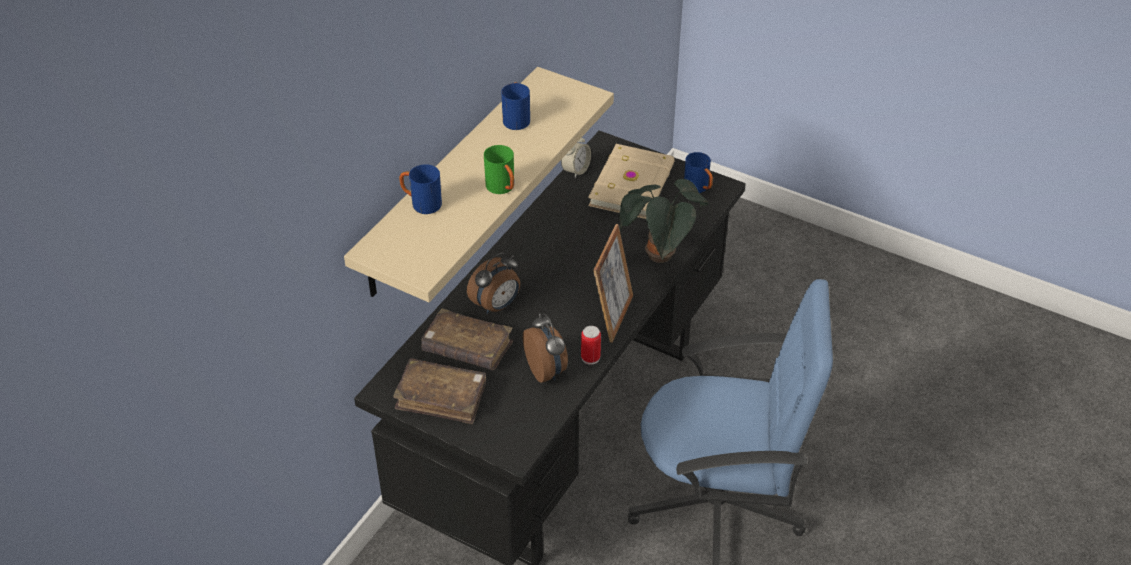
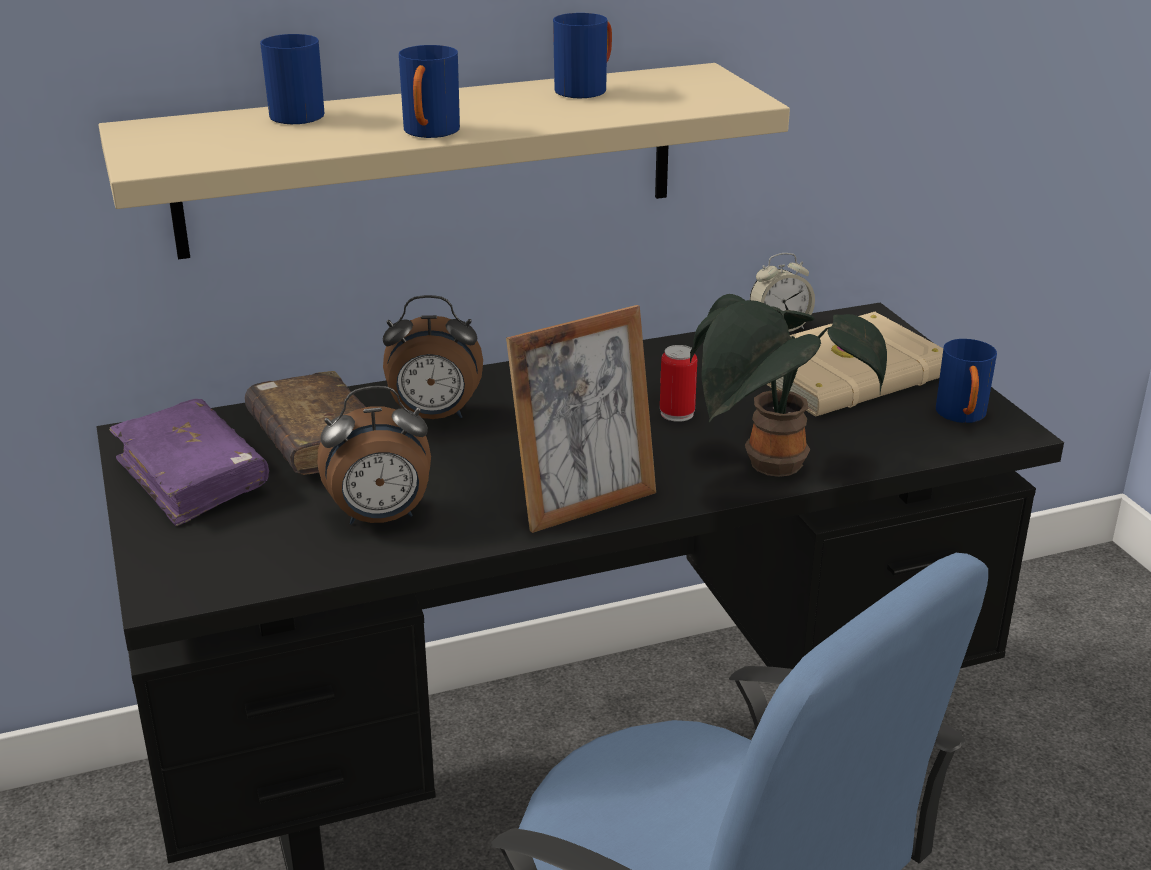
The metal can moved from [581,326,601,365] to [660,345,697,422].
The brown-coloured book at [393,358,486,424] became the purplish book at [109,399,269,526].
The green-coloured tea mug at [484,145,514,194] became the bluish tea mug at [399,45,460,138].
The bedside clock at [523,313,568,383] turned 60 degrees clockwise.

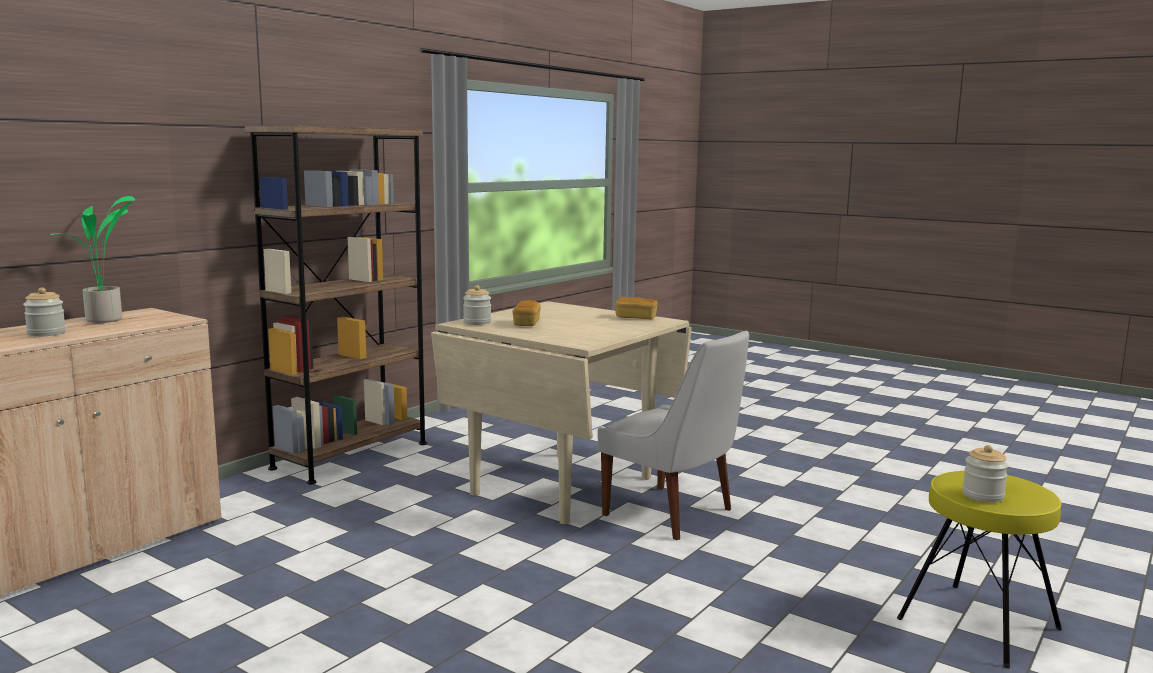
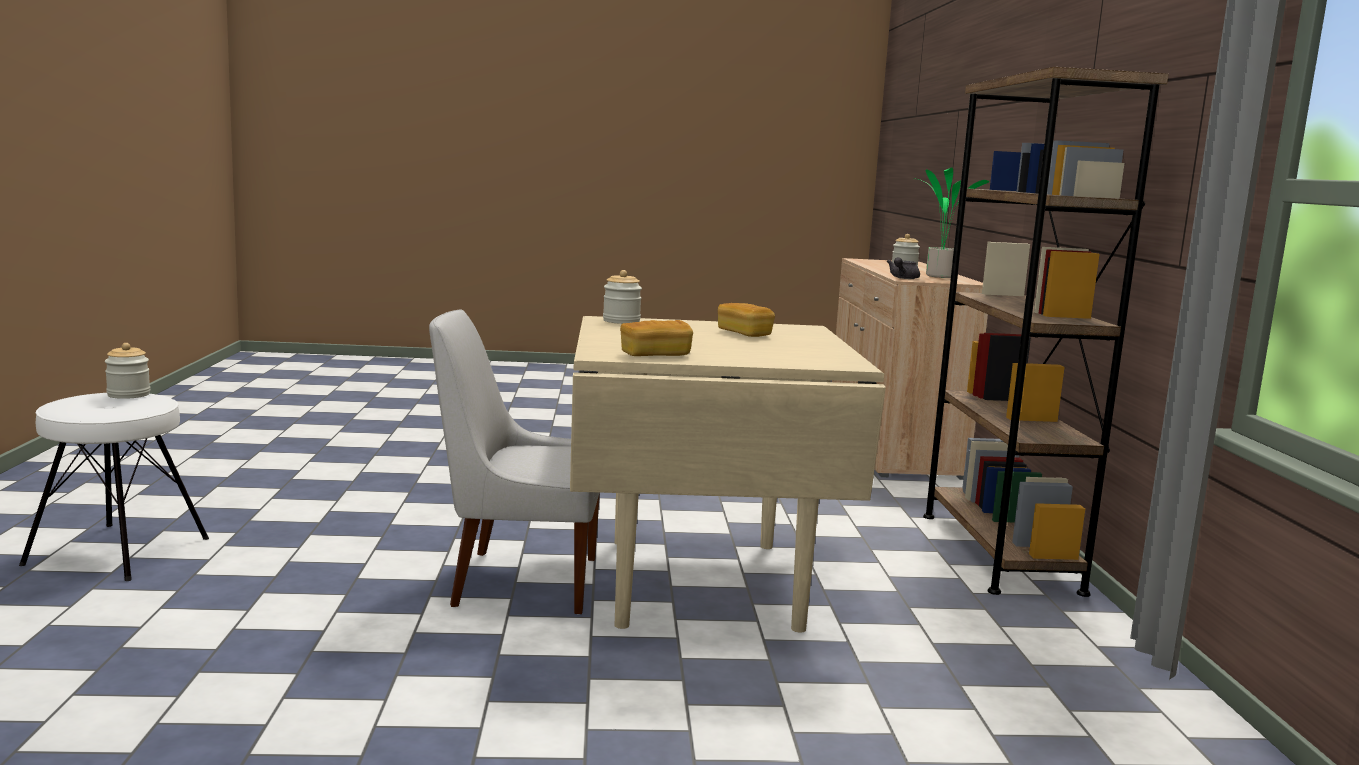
The greyish pot for tea at [887,257,920,279] appeared.
The storage jar moved from [463,285,491,325] to [603,270,642,324].
The yellow-coloured stool at [897,471,1062,669] became the white-coloured stool at [19,393,209,581].

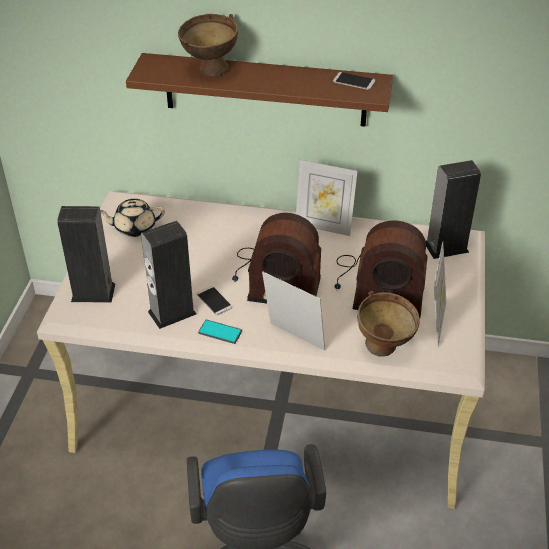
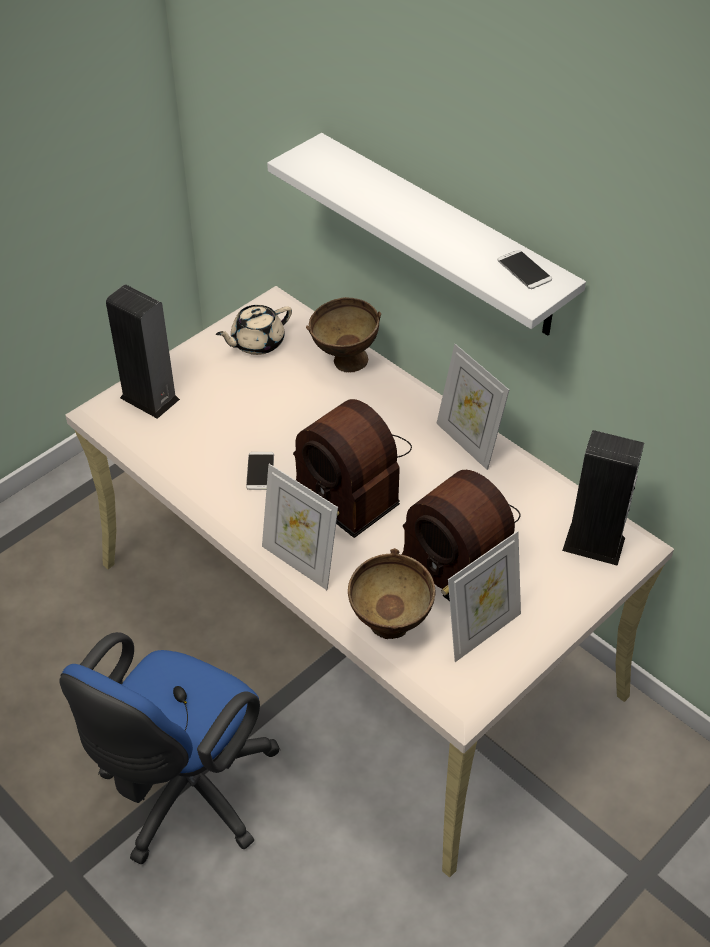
The audio speaker at [141,221,197,329] disappeared.
The phone at [198,320,242,344] disappeared.
The brown-coloured serving bowl moved from [178,14,238,77] to [306,297,381,373].
The brown-coloured bracket shelf at [126,53,393,127] became the white-coloured bracket shelf at [267,133,586,336].
The beige-coloured pot for tea at [100,199,165,237] turned 60 degrees counterclockwise.
The photo frame at [262,271,325,351] turned 150 degrees clockwise.

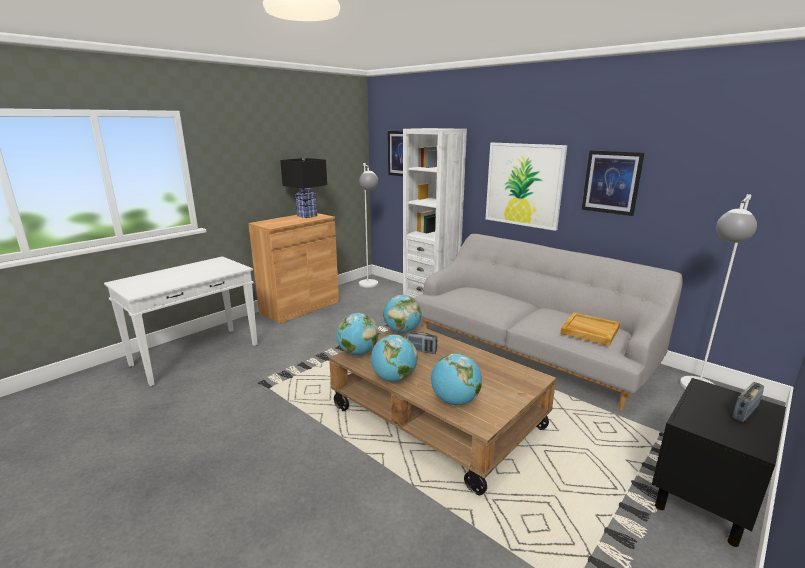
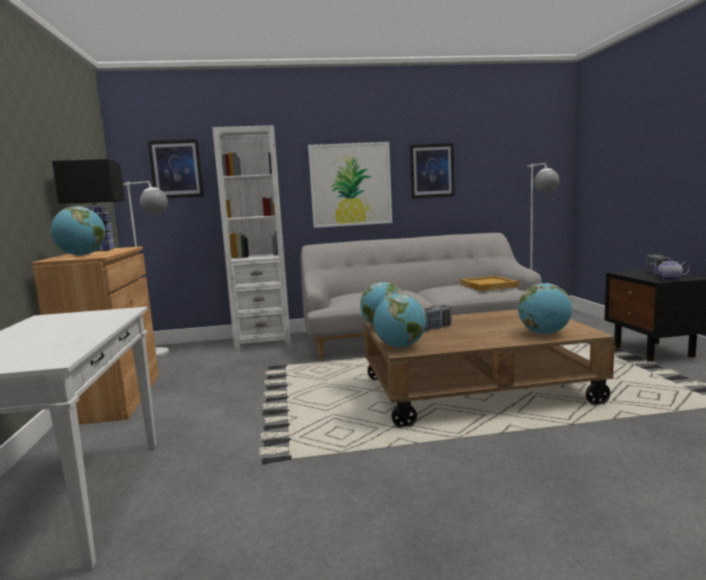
The pot for tea at [650,258,690,281] appeared.
The world globe moved from [371,334,417,382] to [51,206,105,256].

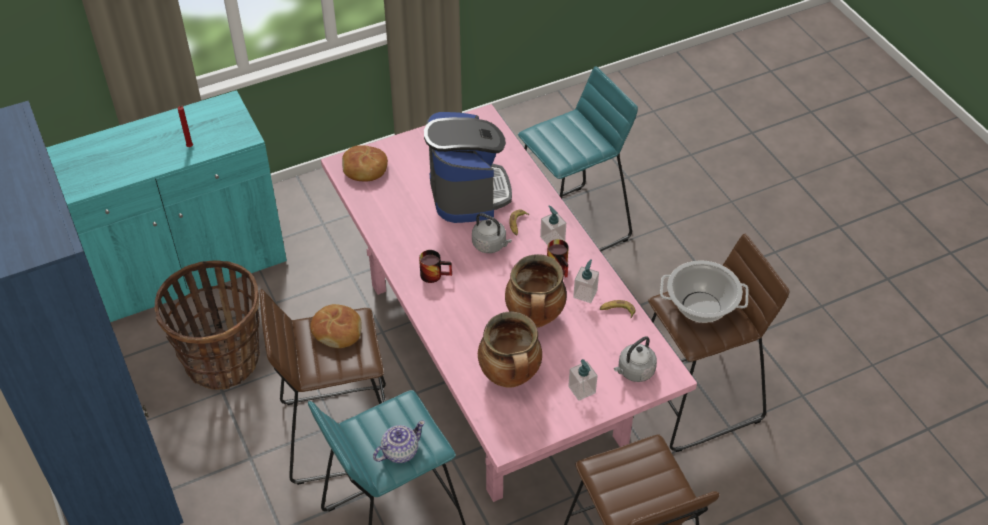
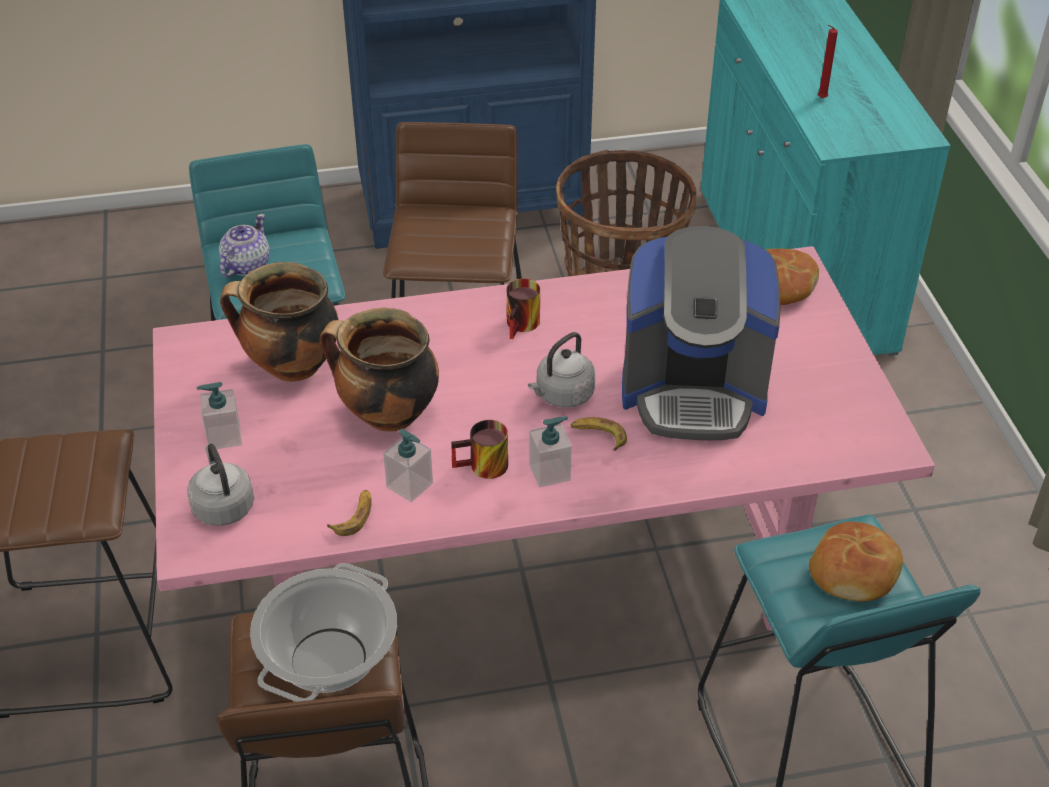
The bread moved from [310,304,362,348] to [809,522,903,601].
The pot for tea at [373,421,425,463] turned 135 degrees counterclockwise.

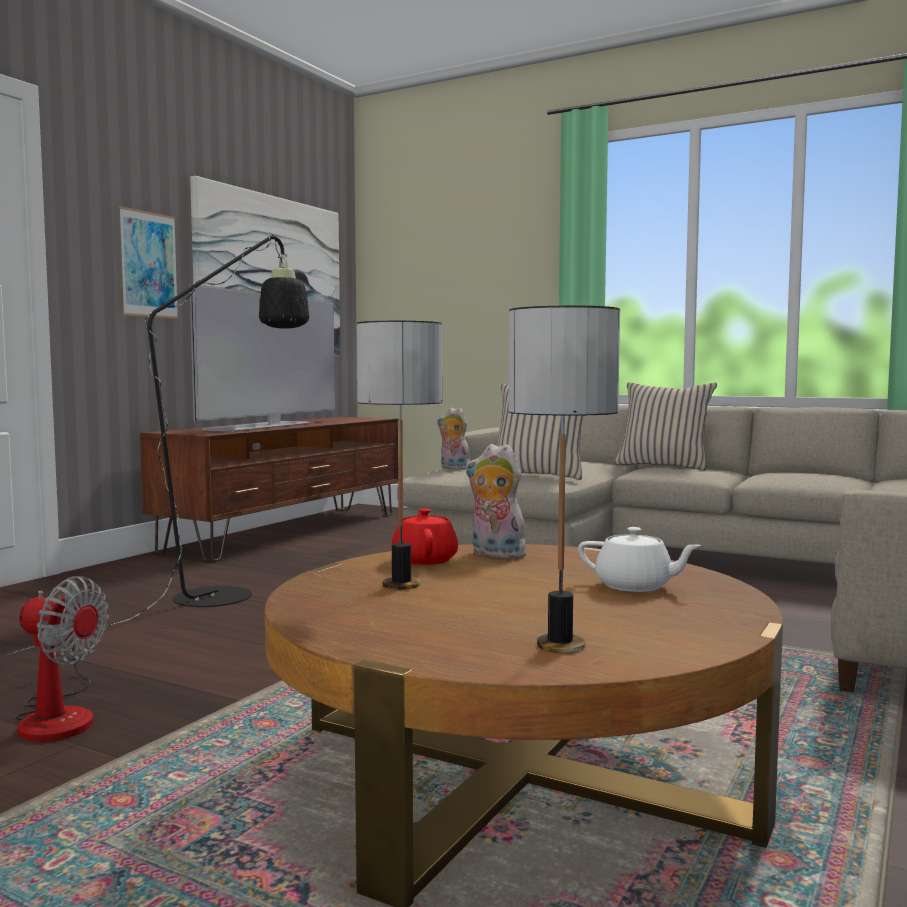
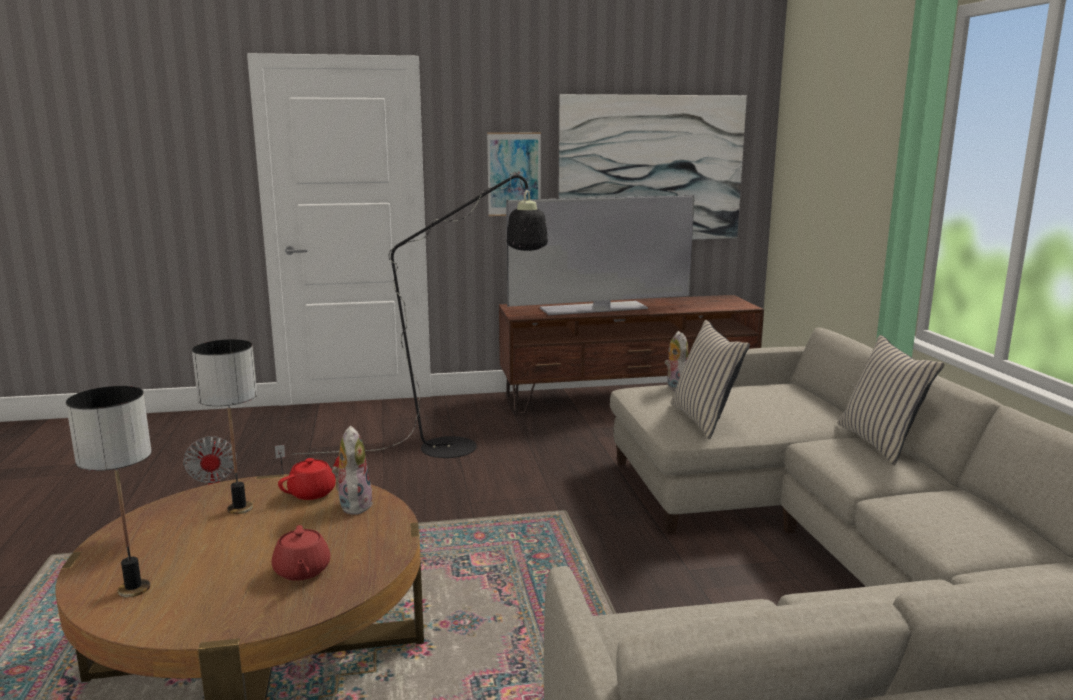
The white-coloured pot for tea at [578,527,702,592] became the red pot for tea at [272,525,331,581].

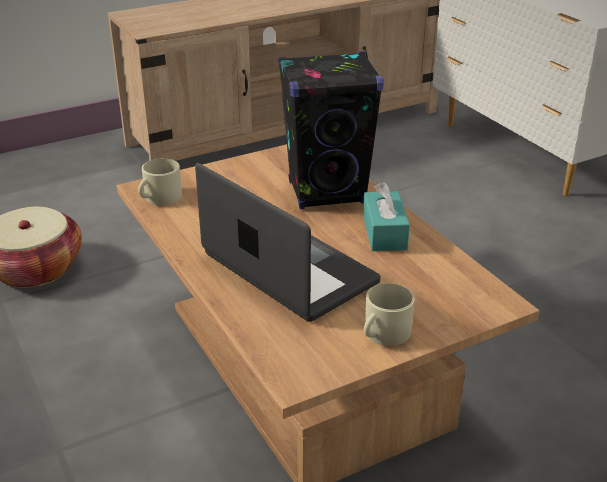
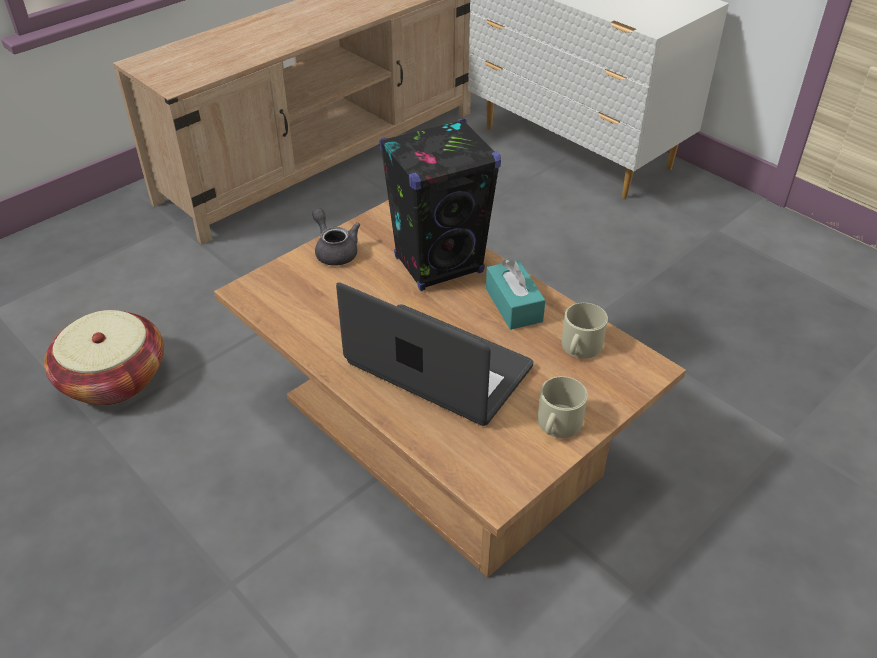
The greyish pot for tea at [312,208,360,266] appeared.
The beige-coloured tea mug moved from [138,158,182,205] to [562,303,608,358].

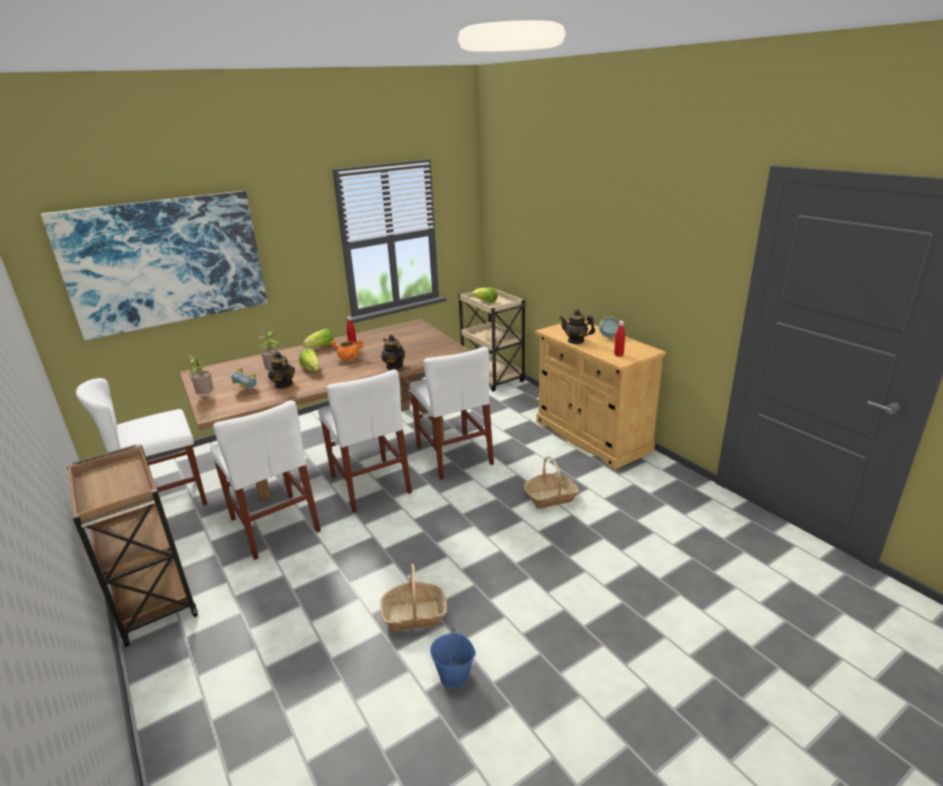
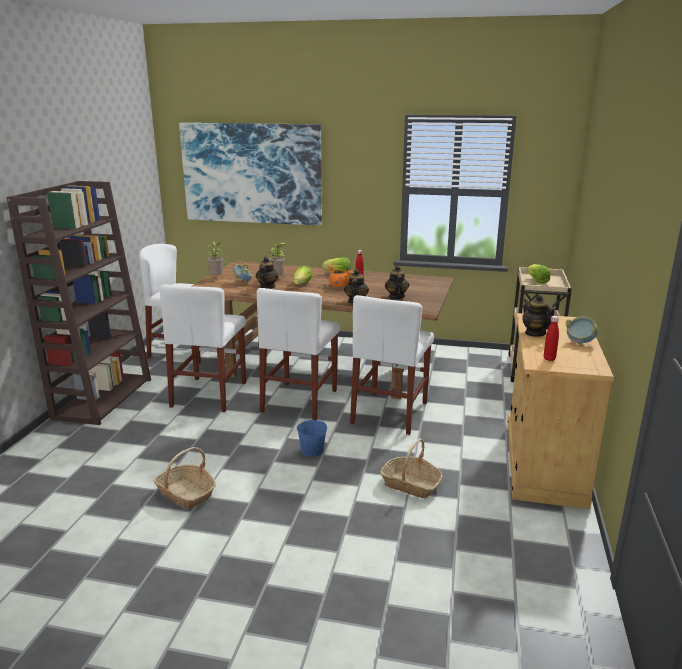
The pot for tea at [385,265,409,299] appeared.
The bluish bucket moved from [430,628,476,688] to [297,411,327,457].
The brown-coloured trolley at [67,444,198,647] was replaced by the brown-coloured bookshelf at [7,181,151,425].

